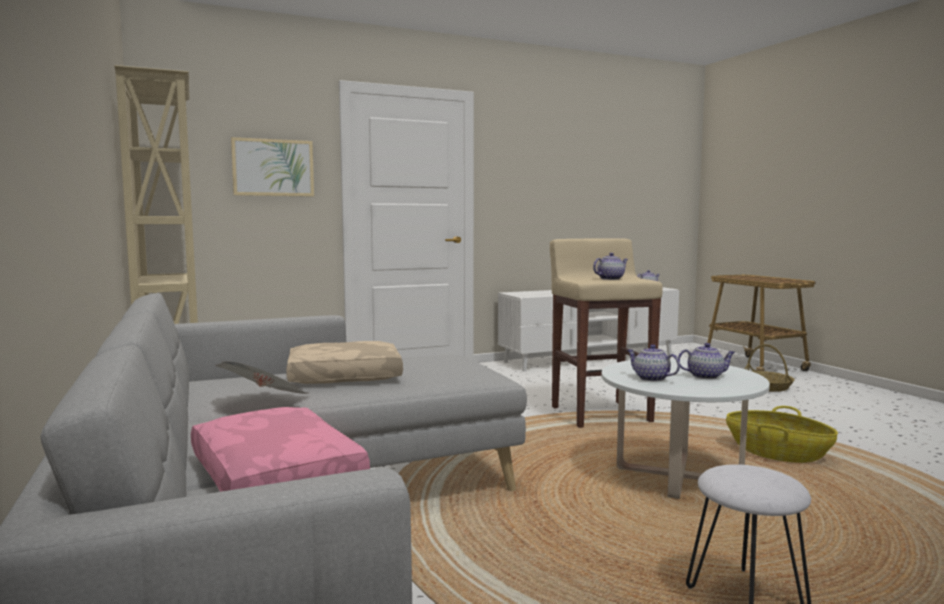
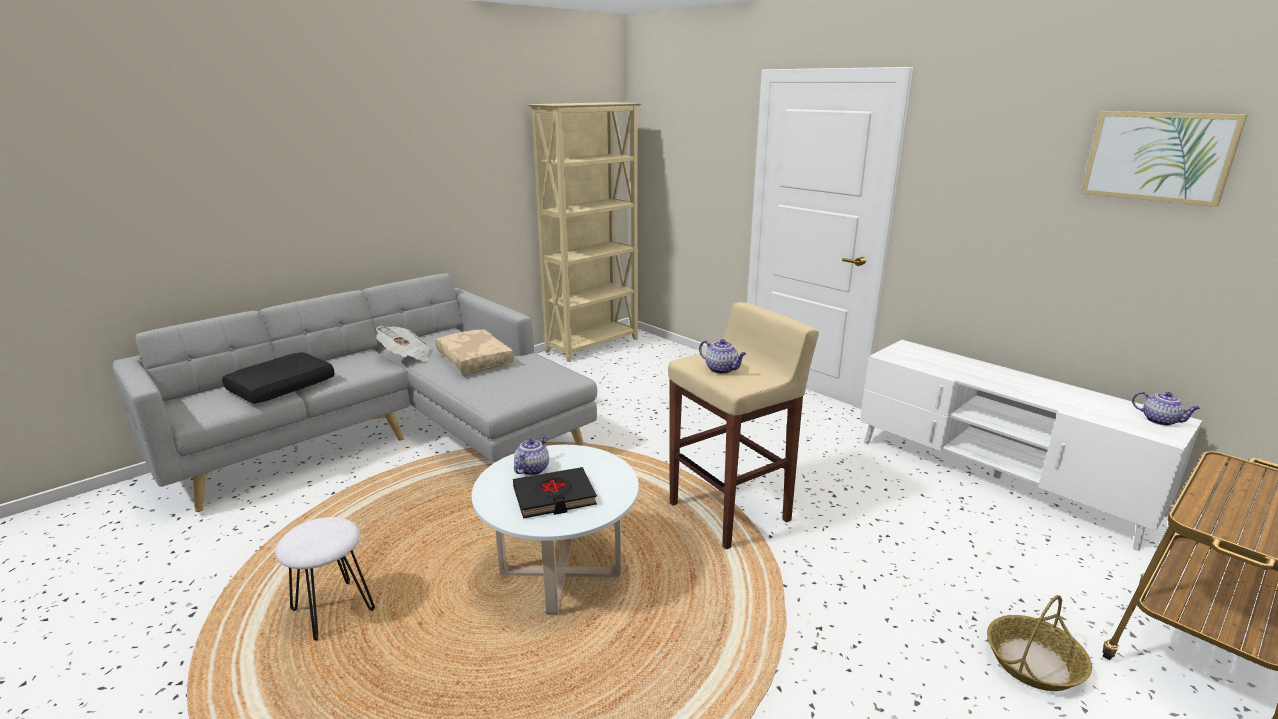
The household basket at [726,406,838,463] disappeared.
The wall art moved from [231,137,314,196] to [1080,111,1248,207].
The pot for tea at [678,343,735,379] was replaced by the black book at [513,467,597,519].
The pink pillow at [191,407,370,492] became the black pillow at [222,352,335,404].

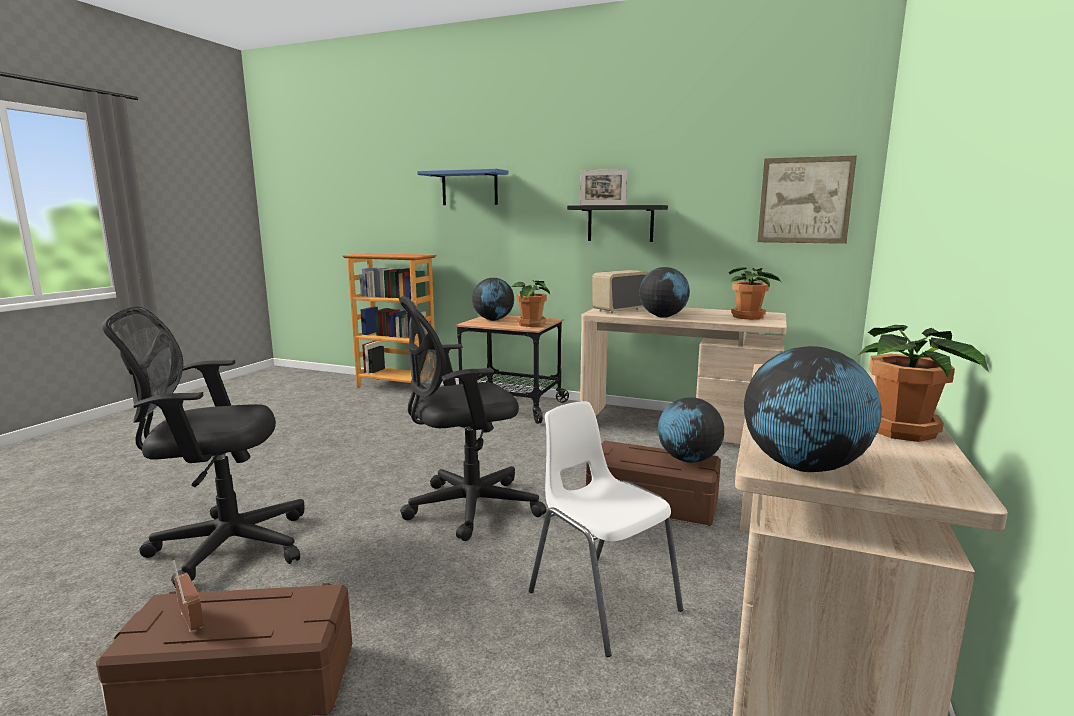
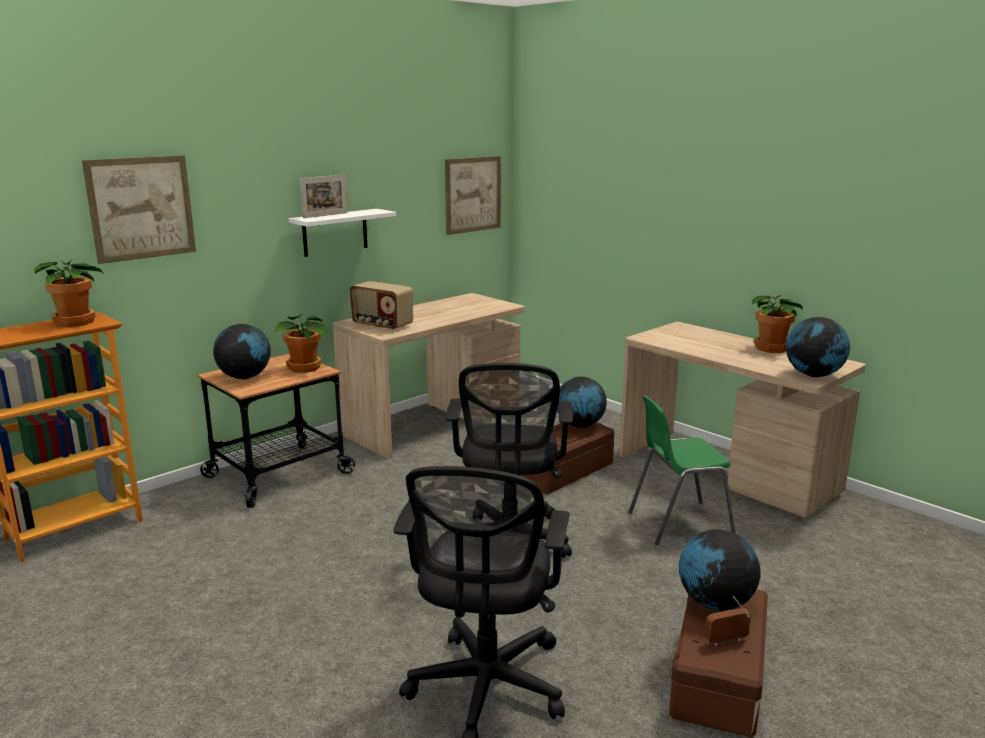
The world globe moved from [639,267,690,318] to [679,529,760,610].
The potted plant moved from [729,267,782,320] to [35,261,104,327].
The bluish bracket shelf at [417,169,508,205] was replaced by the wall art at [82,155,196,264].
The white-coloured upright chair at [529,402,683,657] became the green-coloured upright chair at [629,396,736,545].
The black bracket shelf at [567,205,668,242] became the white-coloured bracket shelf at [288,209,396,257].
The radio set at [592,270,648,313] turned 45 degrees counterclockwise.

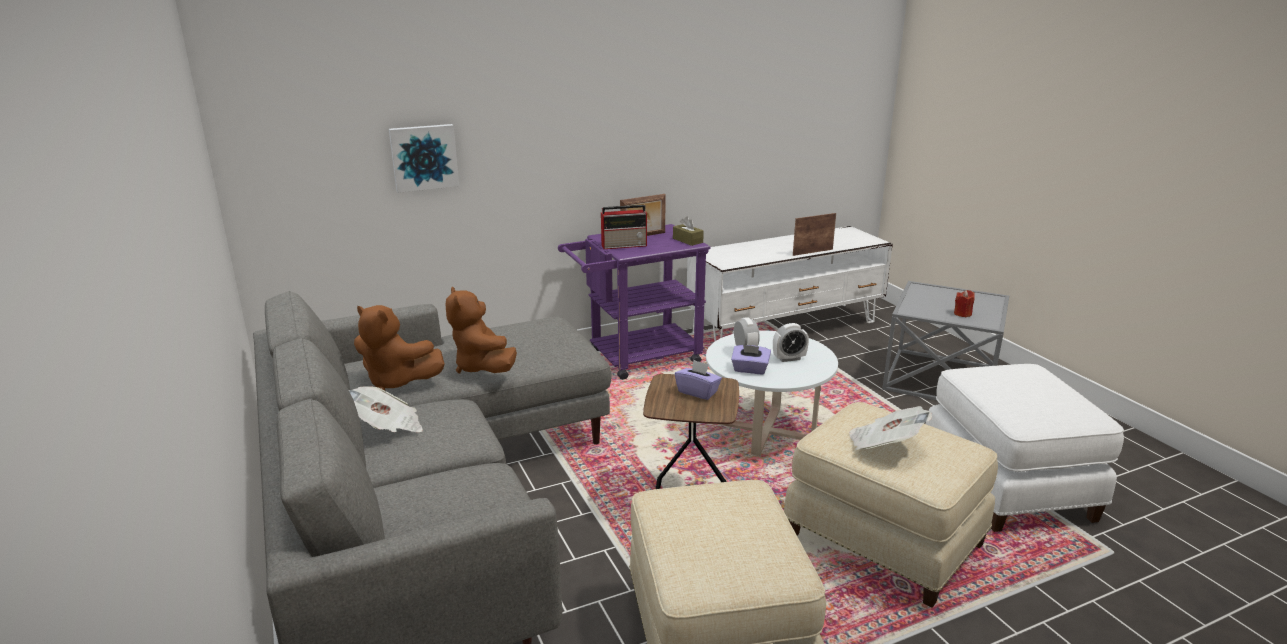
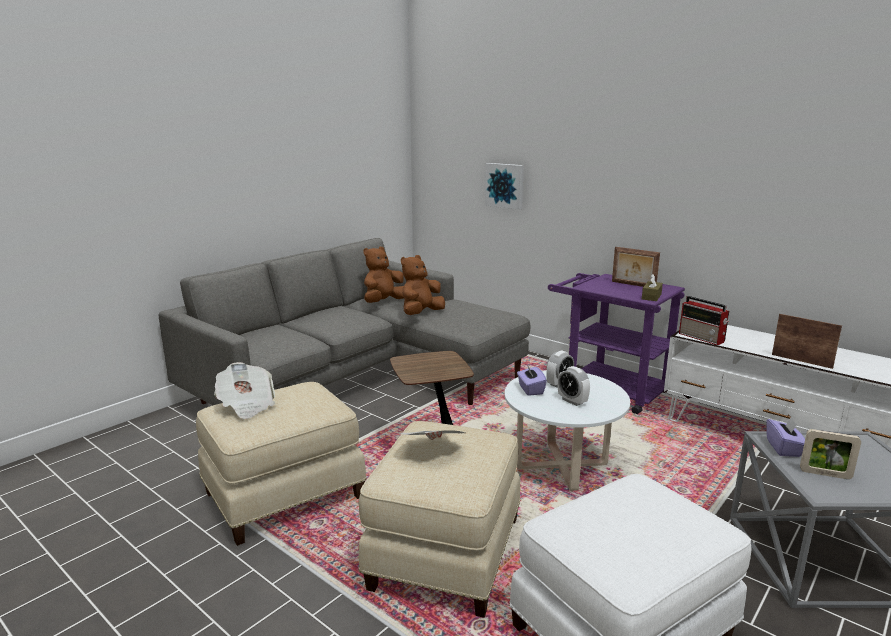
The newspaper moved from [349,386,423,432] to [214,362,275,419].
The radio set moved from [601,205,648,249] to [679,296,729,345].
The purplish tissue box moved from [675,360,722,400] to [766,417,805,457].
The red wax candle at [954,290,975,317] was replaced by the photo frame at [800,429,861,479].
The brown-coloured cuddly toy at [354,305,444,391] turned 45 degrees clockwise.

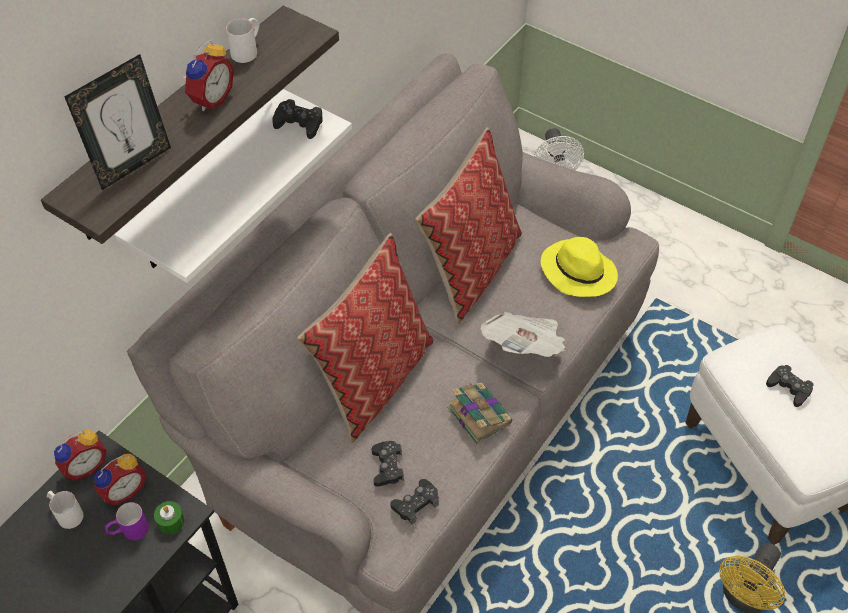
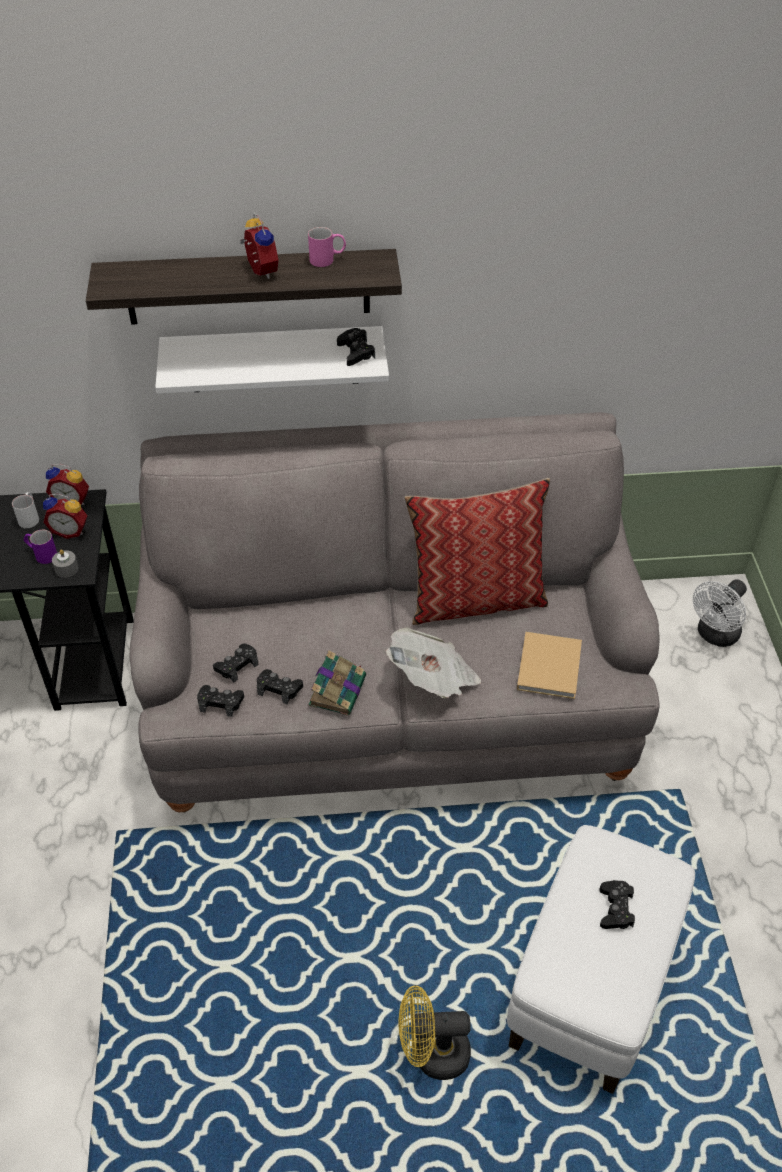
The photo frame at [64,54,171,190] disappeared.
The pillow at [297,233,434,443] disappeared.
The black game controller at [257,669,303,705] appeared.
The yellow-coloured wearable hat at [541,237,618,297] was replaced by the beige-coloured book at [517,632,582,699].
The green-coloured wax candle at [154,501,185,534] became the greyish wax candle at [52,550,78,578].
The white-coloured tea mug at [226,18,260,63] became the pink tea mug at [308,227,346,267].
The bedside clock at [182,39,234,111] turned 105 degrees counterclockwise.

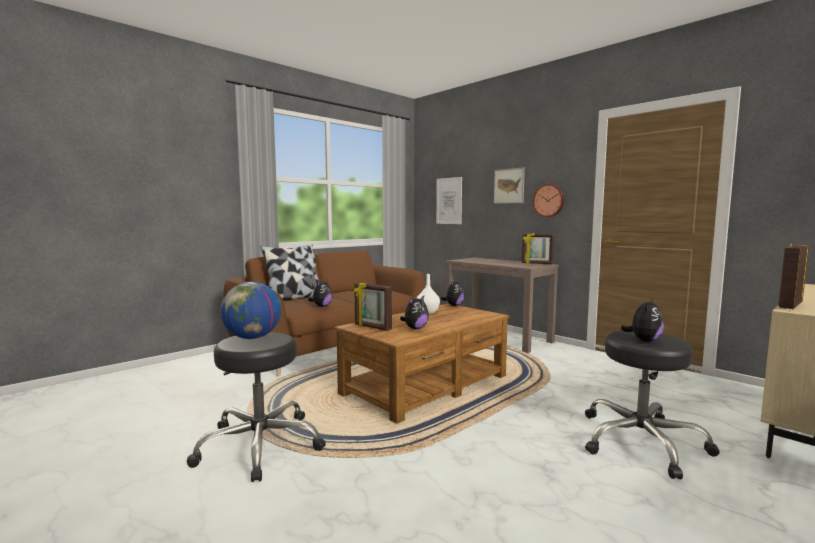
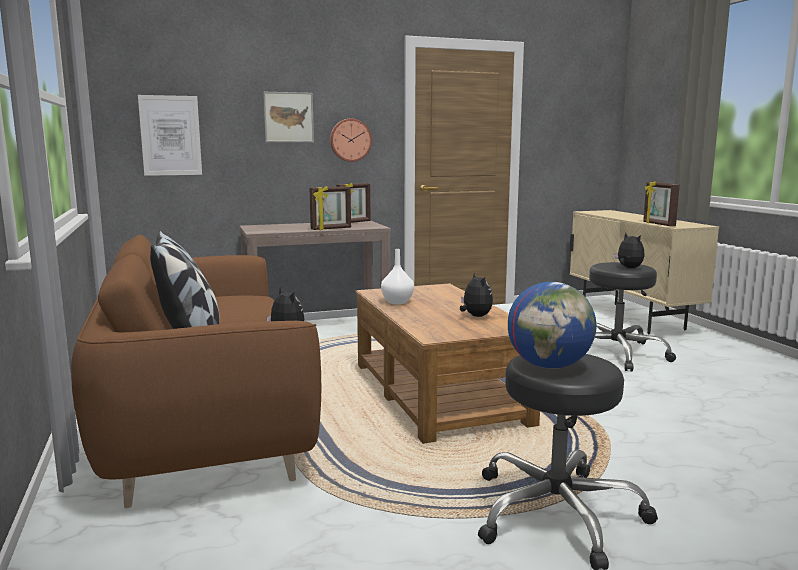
The cuddly toy at [441,280,464,306] disappeared.
The photo frame moved from [354,283,392,331] to [310,186,351,230].

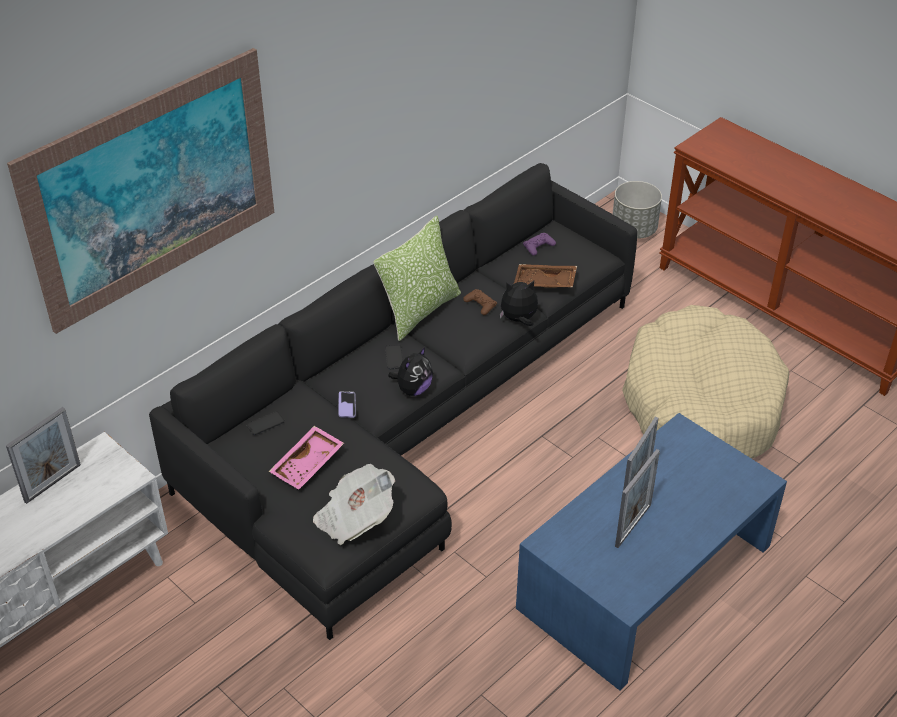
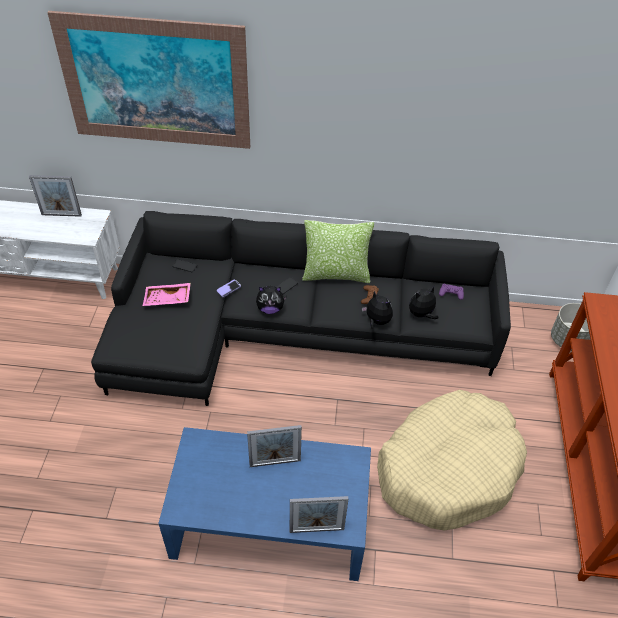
The newspaper at [313,464,395,545] disappeared.
The photo frame moved from [615,449,660,548] to [290,496,348,533].
The brown-coloured carrying tray at [514,264,577,288] was replaced by the cuddly toy at [409,286,439,319].

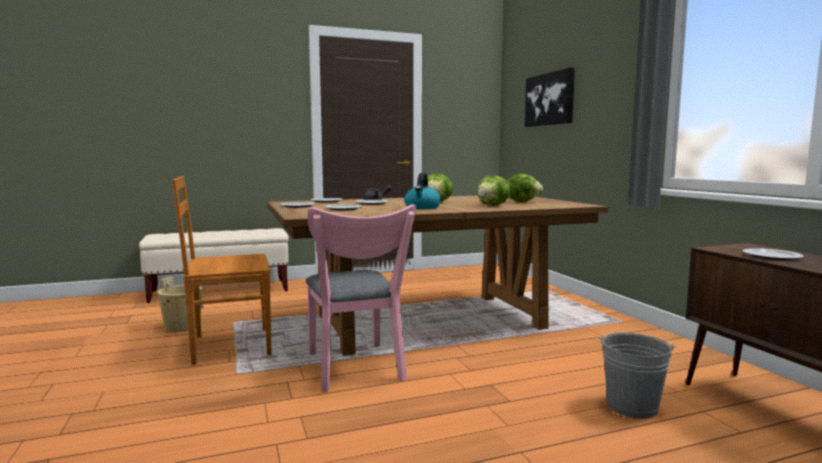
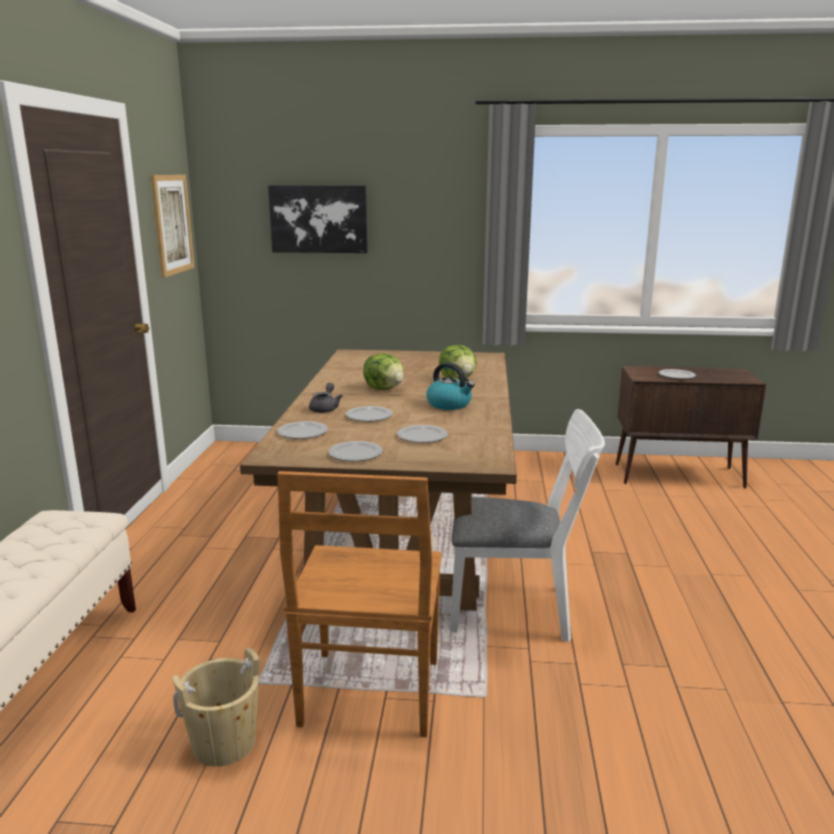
The lettuce head at [507,174,543,202] disappeared.
The greyish bucket at [598,333,676,419] disappeared.
The wall art at [150,175,195,277] appeared.
The pink upright chair at [306,204,416,392] became the white-coloured upright chair at [450,409,605,642].

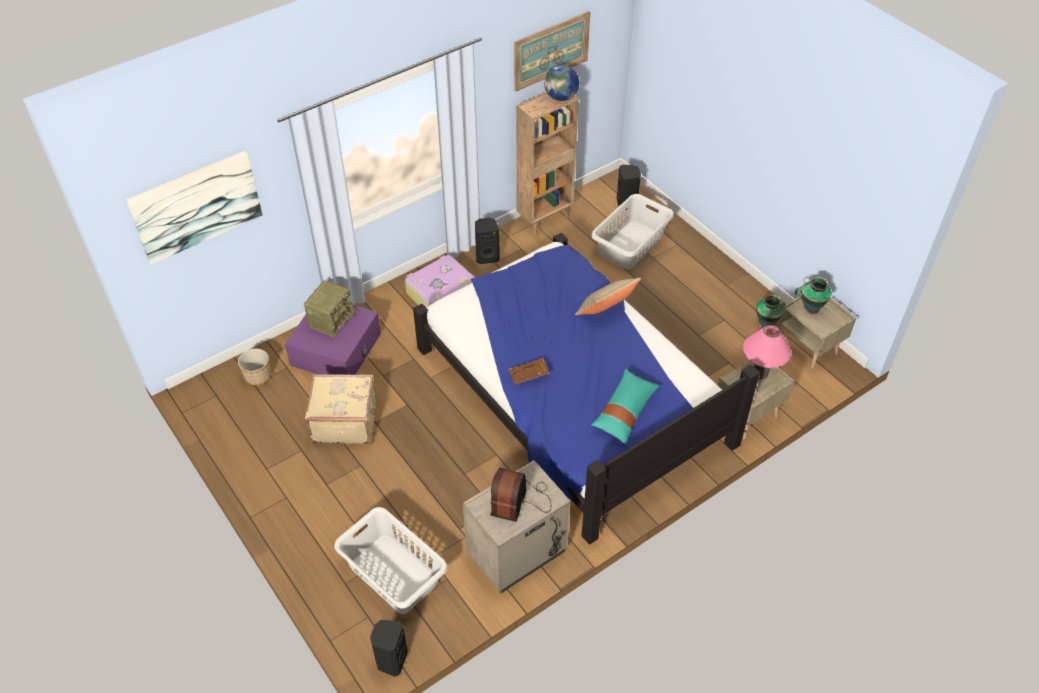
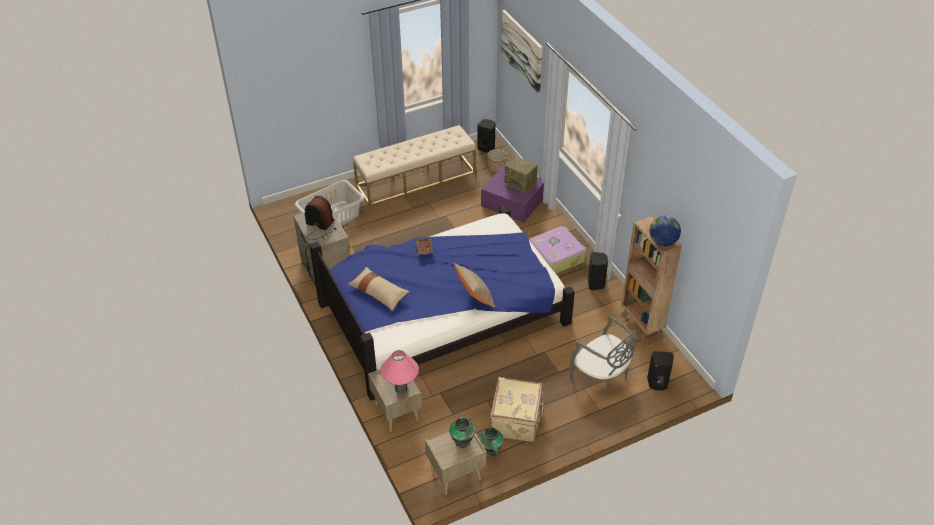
The wall art at [514,11,590,92] disappeared.
The beige-coloured long seat at [353,125,476,207] appeared.
The beige-coloured piece of luggage moved from [305,374,376,444] to [490,377,545,442].
The black audio speaker moved from [370,620,408,677] to [477,119,495,153].
The greyish hamper at [591,194,674,270] was replaced by the greyish upright chair at [570,315,637,396].
The turquoise-coloured pillow at [592,369,659,444] became the beige-coloured pillow at [348,267,409,310].

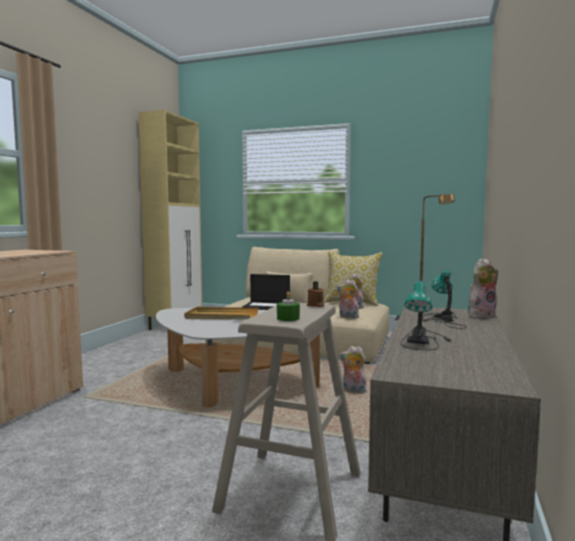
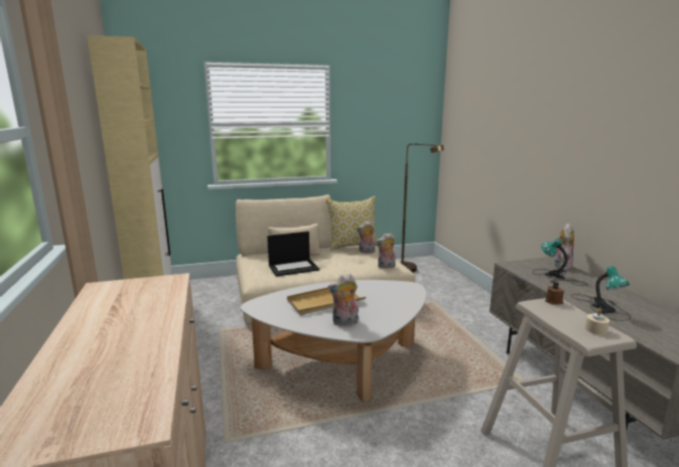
The cuddly toy moved from [340,346,367,394] to [328,274,359,326].
The green-coloured wax candle at [277,292,300,321] became the beige-coloured wax candle at [585,308,610,335].

